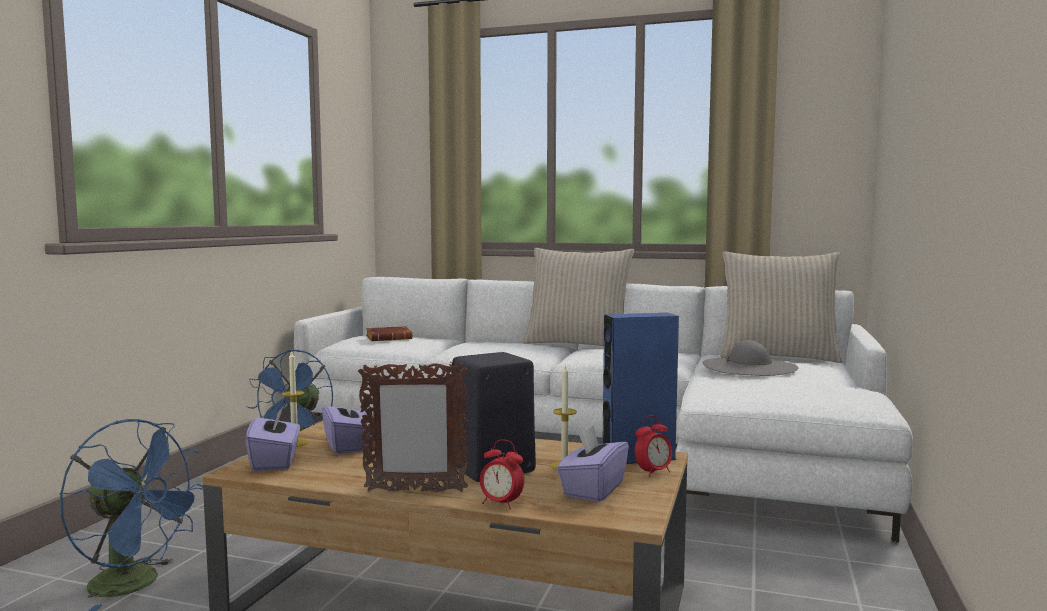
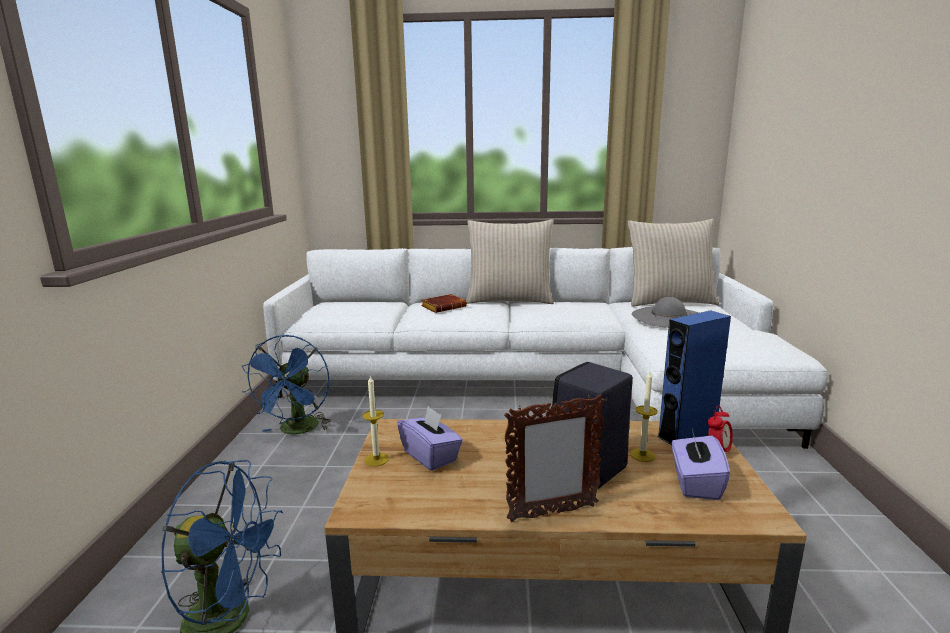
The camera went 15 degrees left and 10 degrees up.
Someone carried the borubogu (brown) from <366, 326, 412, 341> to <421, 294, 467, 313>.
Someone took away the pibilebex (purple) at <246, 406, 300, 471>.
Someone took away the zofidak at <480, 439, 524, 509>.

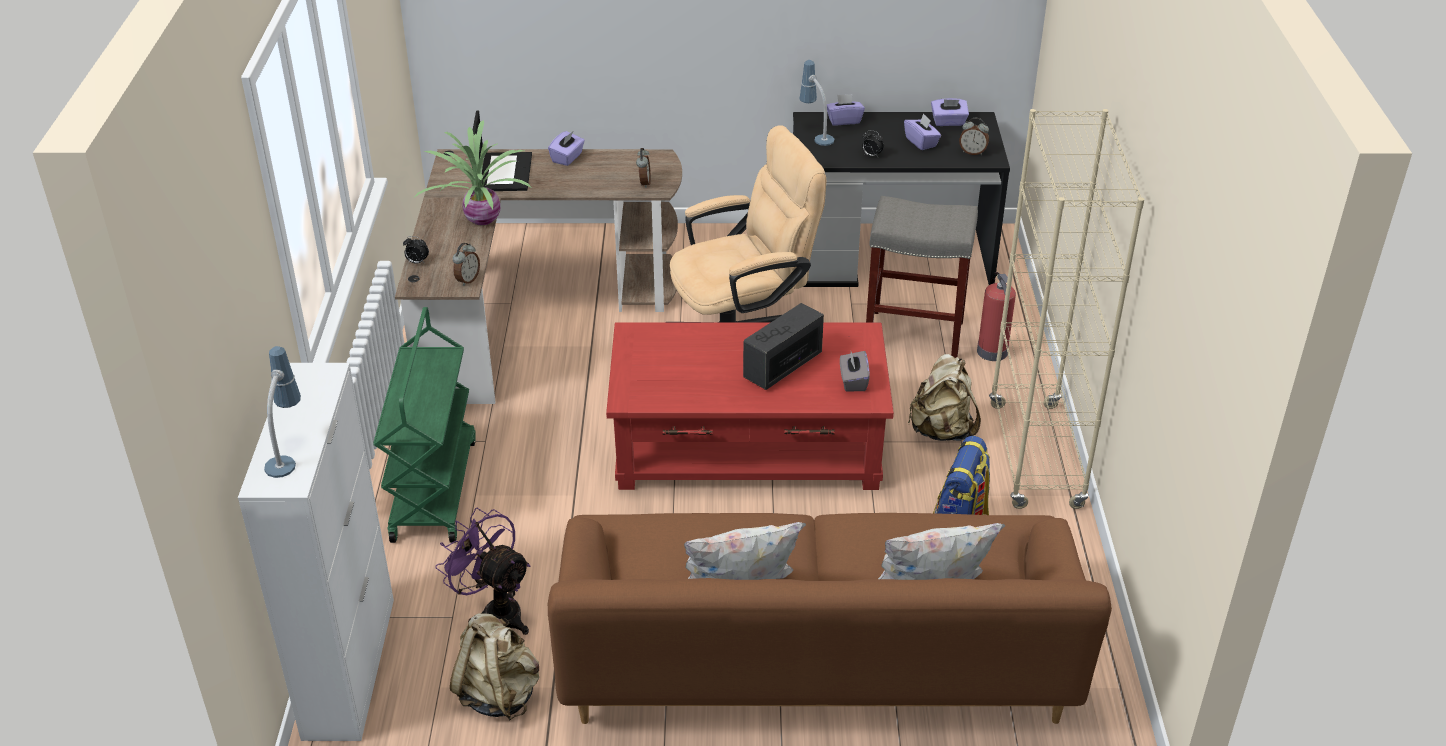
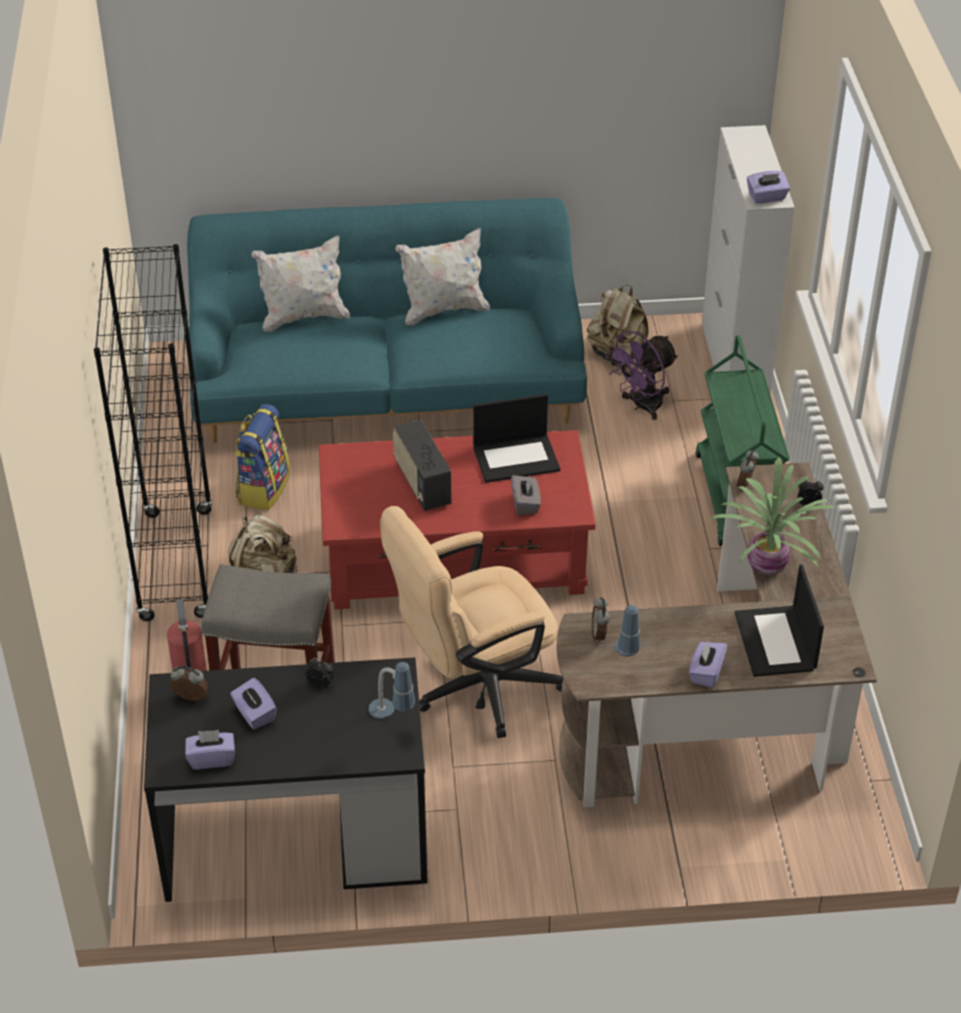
The camera went 175 degrees right and 5 degrees up.
Someone carried the pibilebex (purple) from <827, 94, 865, 125> to <747, 171, 790, 204>.
Someone repainted the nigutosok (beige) at <989, 109, 1144, 509>, which became the nigutosok (black) at <94, 244, 213, 621>.
Someone rotated the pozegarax at <743, 303, 824, 390> by 120 degrees clockwise.
Someone carried the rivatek from <264, 346, 301, 478> to <614, 605, 640, 656>.
Someone carried the pibilebex (grey) from <840, 351, 870, 391> to <511, 475, 541, 515>.
Someone rotated the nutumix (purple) at <436, 508, 530, 635> by 105 degrees clockwise.
Someone repainted the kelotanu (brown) at <548, 513, 1112, 724>, which became the kelotanu (turquoise) at <187, 198, 587, 443>.
Someone put down the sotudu at <473, 394, 560, 483>.

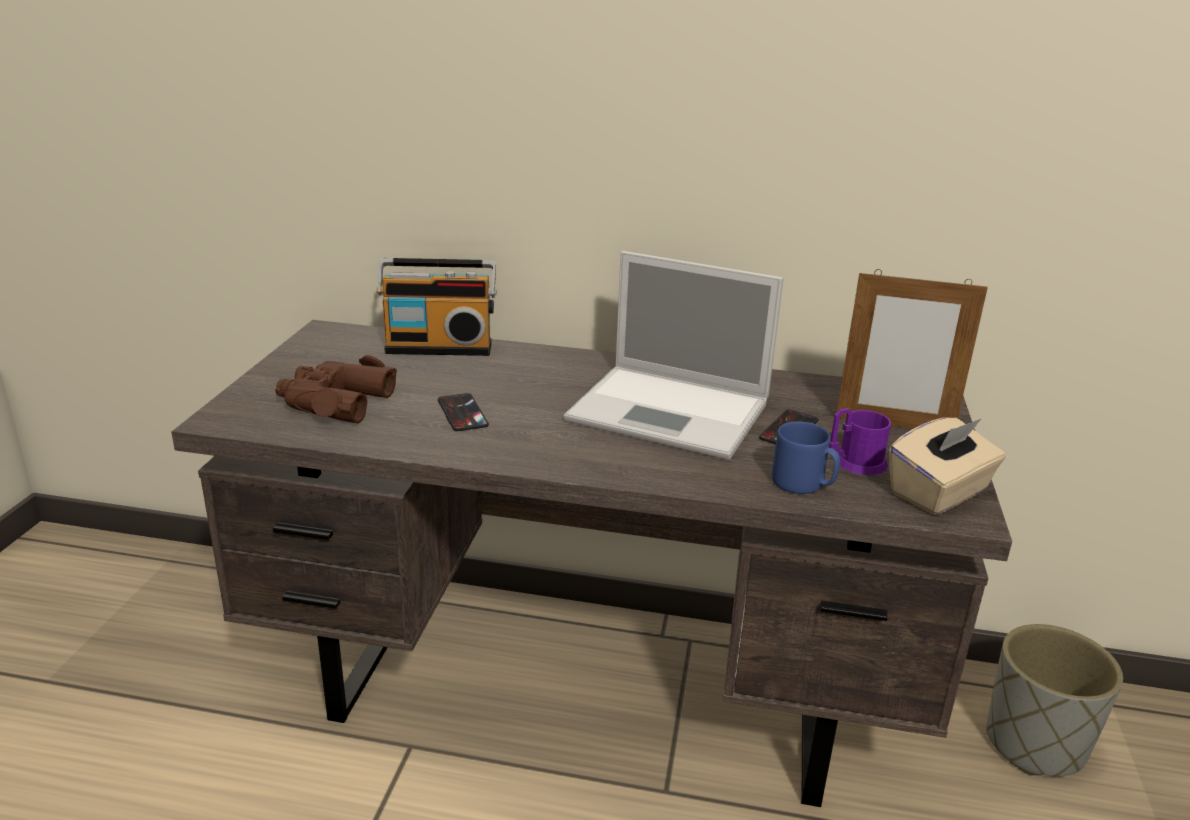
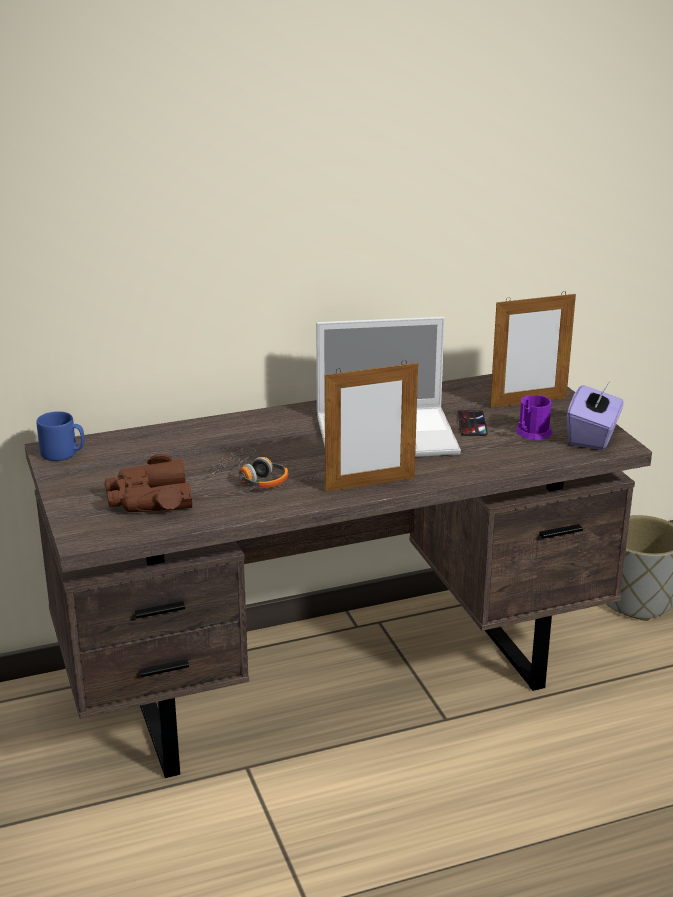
The camera went 30 degrees left and 0 degrees up.
Someone took away the pozegarax at <377, 258, 496, 356>.
Someone swapped the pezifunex at <438, 393, 489, 431> for the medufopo at <212, 447, 288, 488>.
Someone repainted the pibilebex (beige) at <889, 417, 1006, 515>, which became the pibilebex (purple) at <567, 381, 624, 450>.
Someone carried the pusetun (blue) from <772, 421, 840, 494> to <36, 411, 85, 461>.
Someone put down the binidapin at <325, 360, 418, 492>.

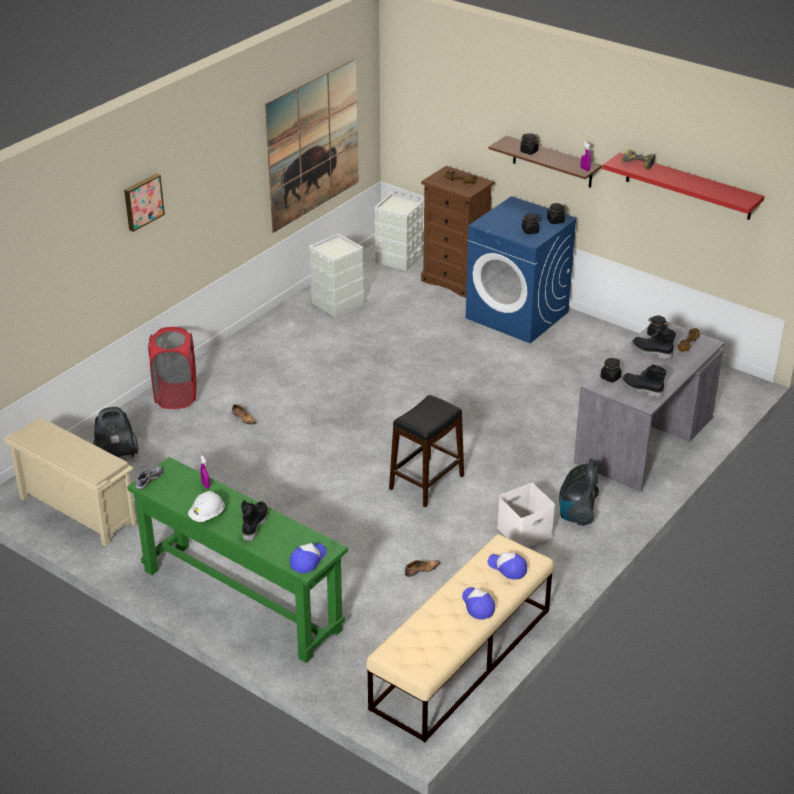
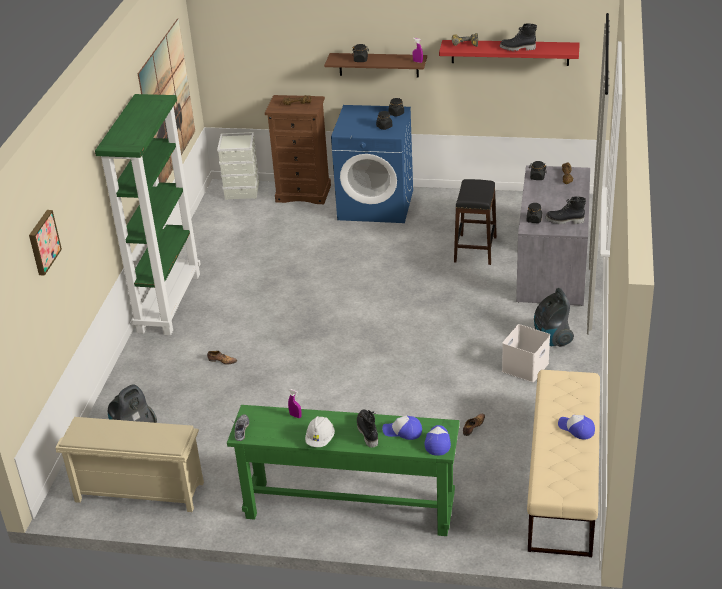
The camera went 25 degrees left and 0 degrees up.
Someone carried the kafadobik from <124, 173, 165, 232> to <29, 210, 62, 276>.
Someone took away the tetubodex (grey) at <309, 233, 364, 318>.
Someone took away the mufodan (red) at <148, 327, 197, 409>.
Someone carried the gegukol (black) from <632, 327, 676, 360> to <500, 24, 537, 51>.
Someone carried the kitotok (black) from <389, 395, 464, 507> to <454, 179, 497, 265>.
Someone carried the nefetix from <488, 552, 527, 580> to <382, 415, 422, 440>.
Someone put down the nigutosok (green) at <95, 94, 201, 335>.

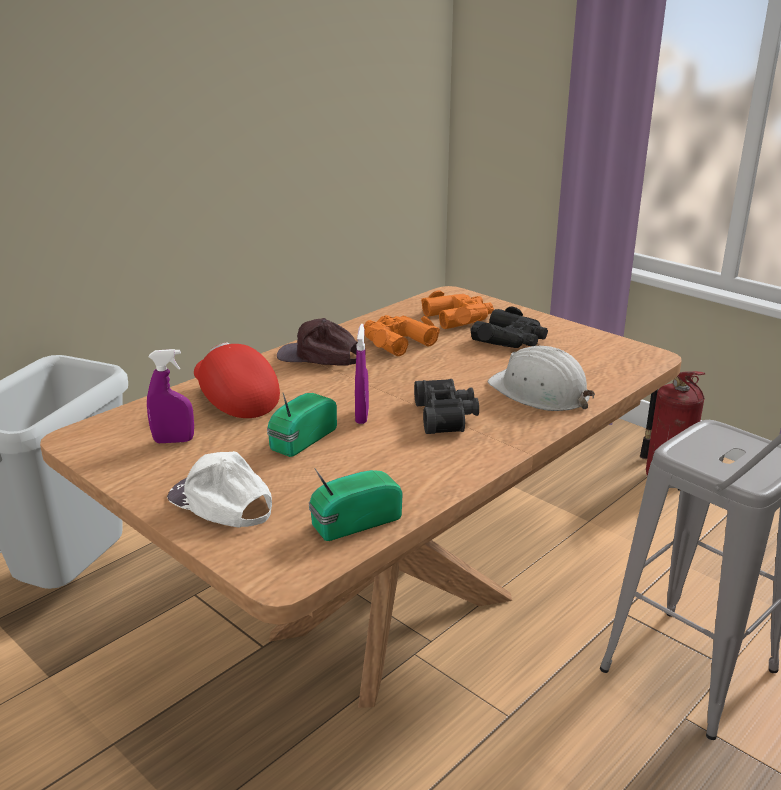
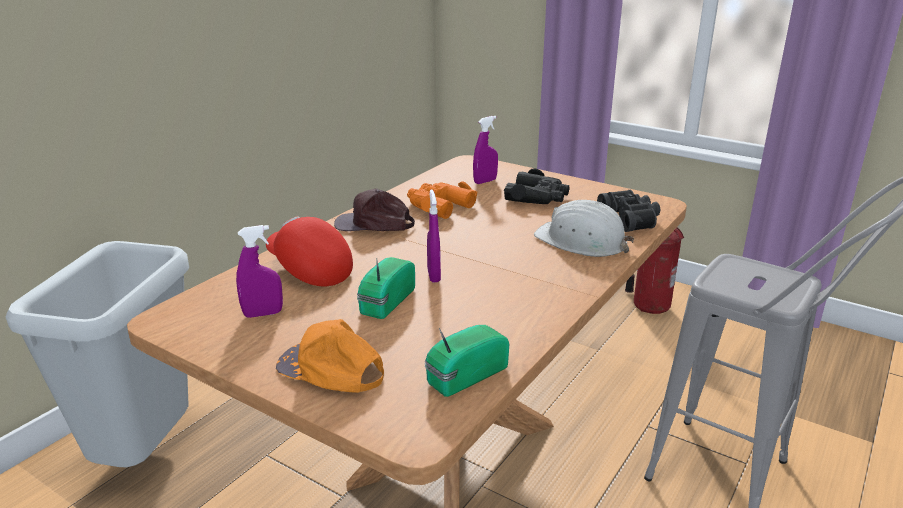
The camera went 10 degrees left and 0 degrees up.
Someone swapped the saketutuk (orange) at <421, 290, 494, 329> for the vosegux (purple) at <473, 116, 498, 184>.
Someone carried the saketutuk (black) from <414, 379, 479, 434> to <597, 190, 660, 232>.
Someone repainted the nefetix (white) at <167, 451, 272, 528>, which became the nefetix (orange) at <276, 319, 384, 393>.

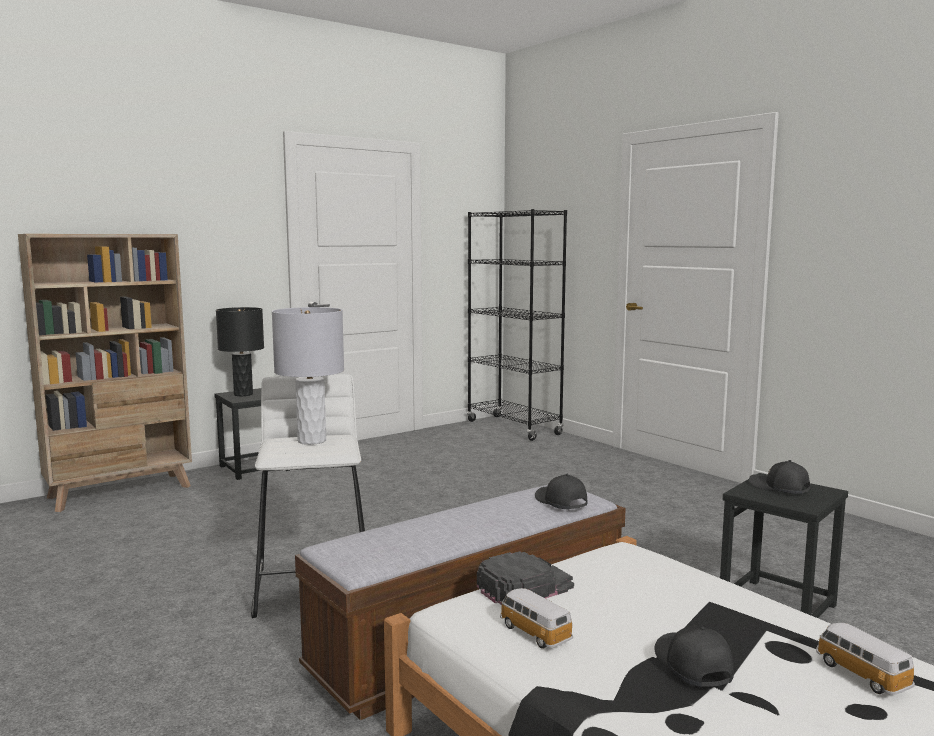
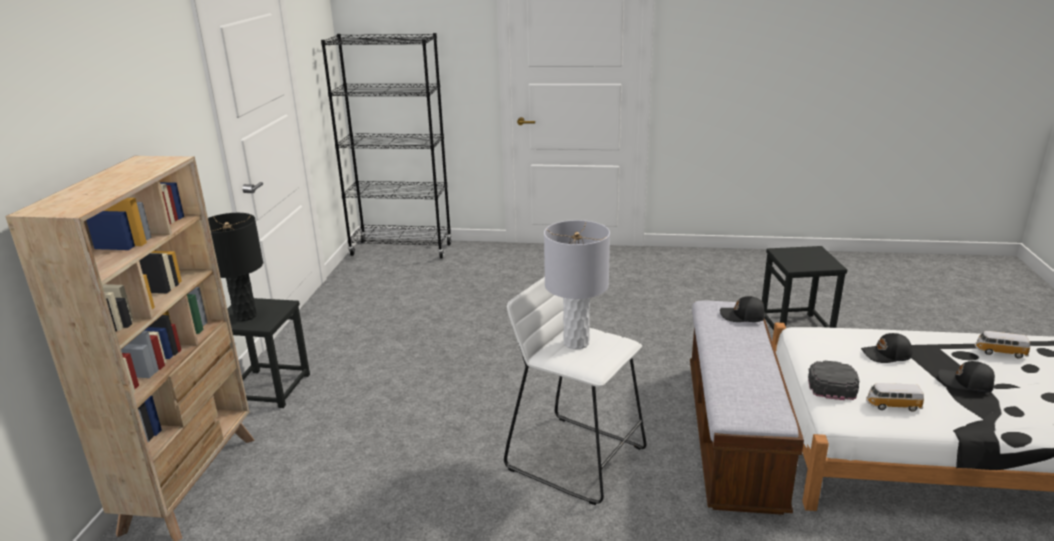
The camera went 45 degrees left and 15 degrees up.
Someone carried the nefetix (black) from <749, 460, 810, 494> to <861, 333, 912, 363>.

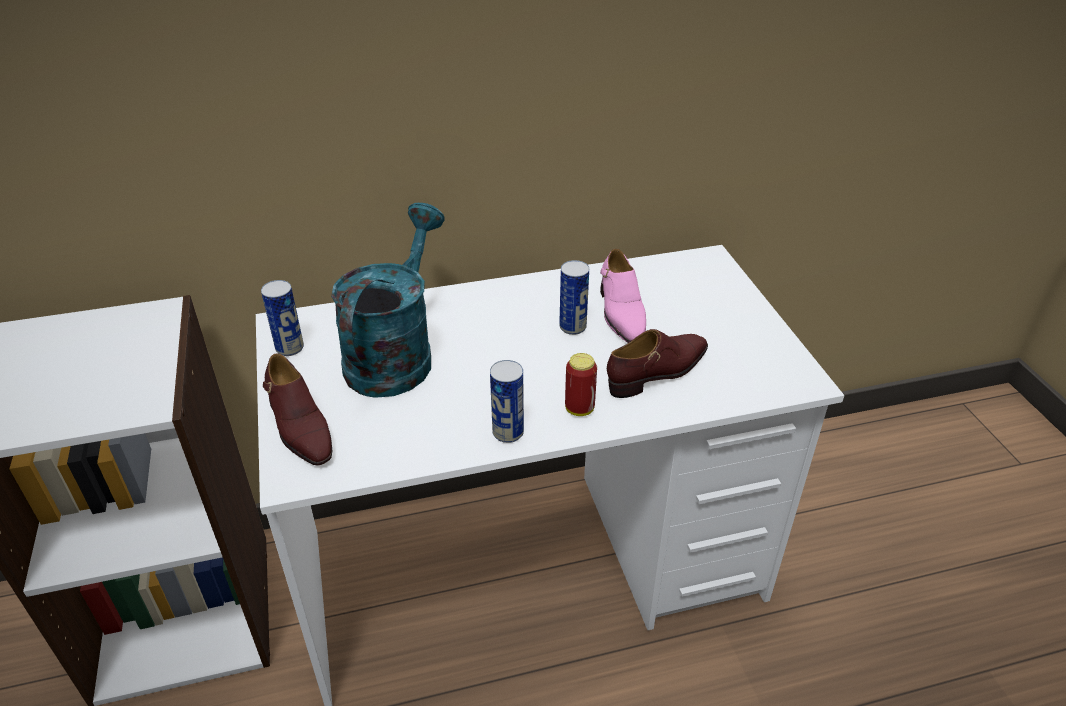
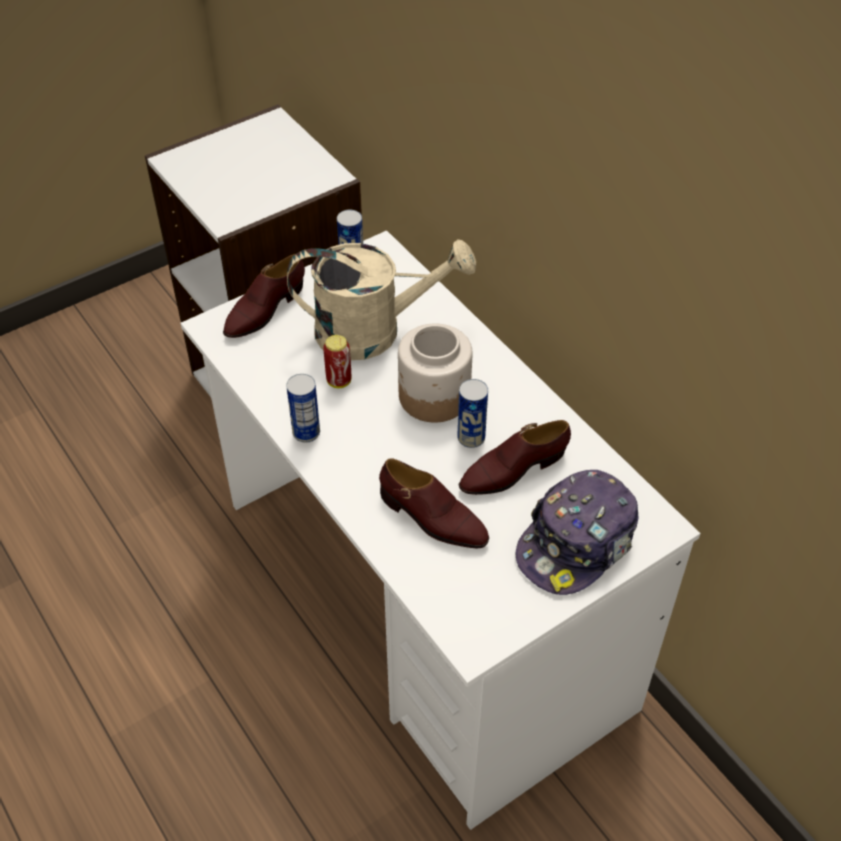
The camera went 70 degrees right and 10 degrees up.
Someone repainted the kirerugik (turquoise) at <331, 203, 445, 398>, which became the kirerugik (beige) at <287, 239, 476, 360>.
Someone repainted the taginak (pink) at <600, 249, 646, 343>, which became the taginak (brown) at <459, 420, 571, 495>.
Someone carried the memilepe from <565, 353, 597, 416> to <323, 335, 351, 388>.
Someone put down the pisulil at <398, 323, 472, 423>.
Someone put down the nefetix at <516, 470, 639, 595>.

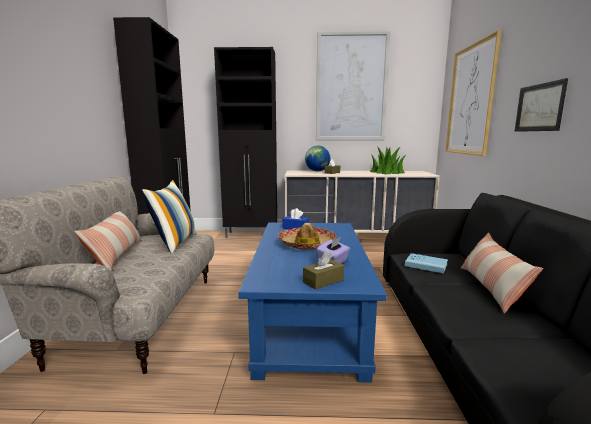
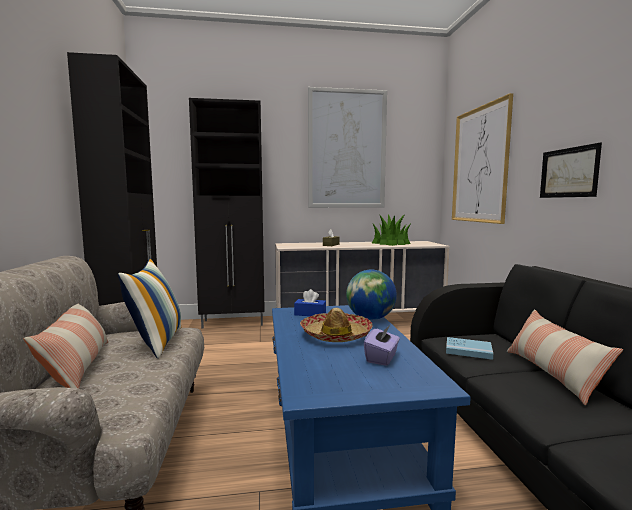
The camera went 10 degrees left and 5 degrees down.
Someone carried the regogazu from <305, 146, 330, 171> to <346, 270, 397, 320>.
Someone took away the pibilebex (brown) at <303, 251, 344, 290>.

